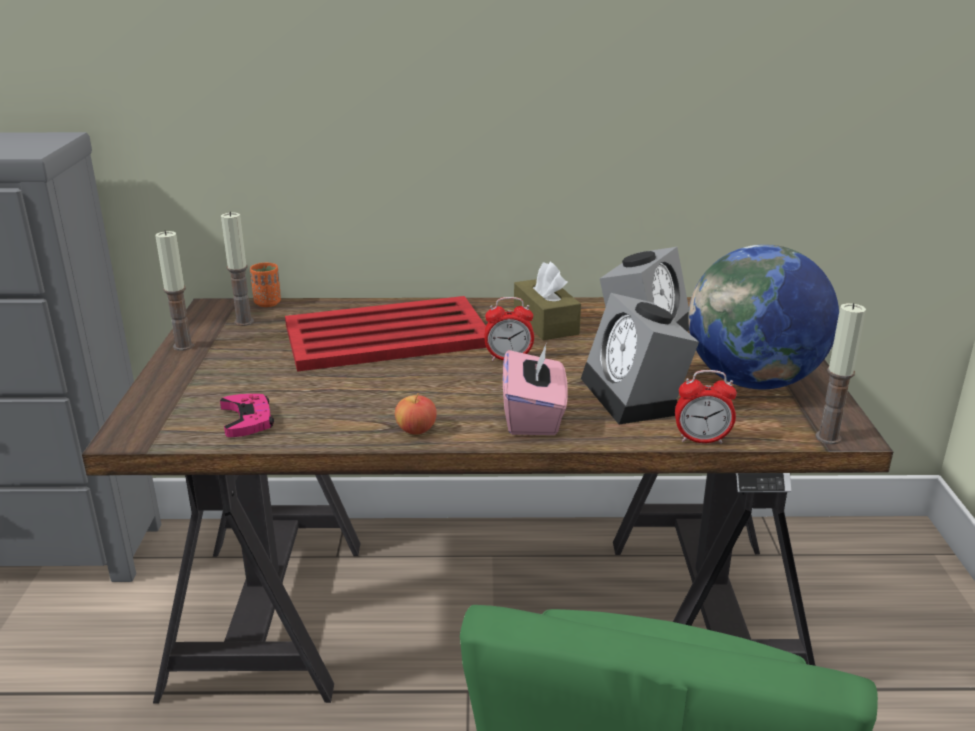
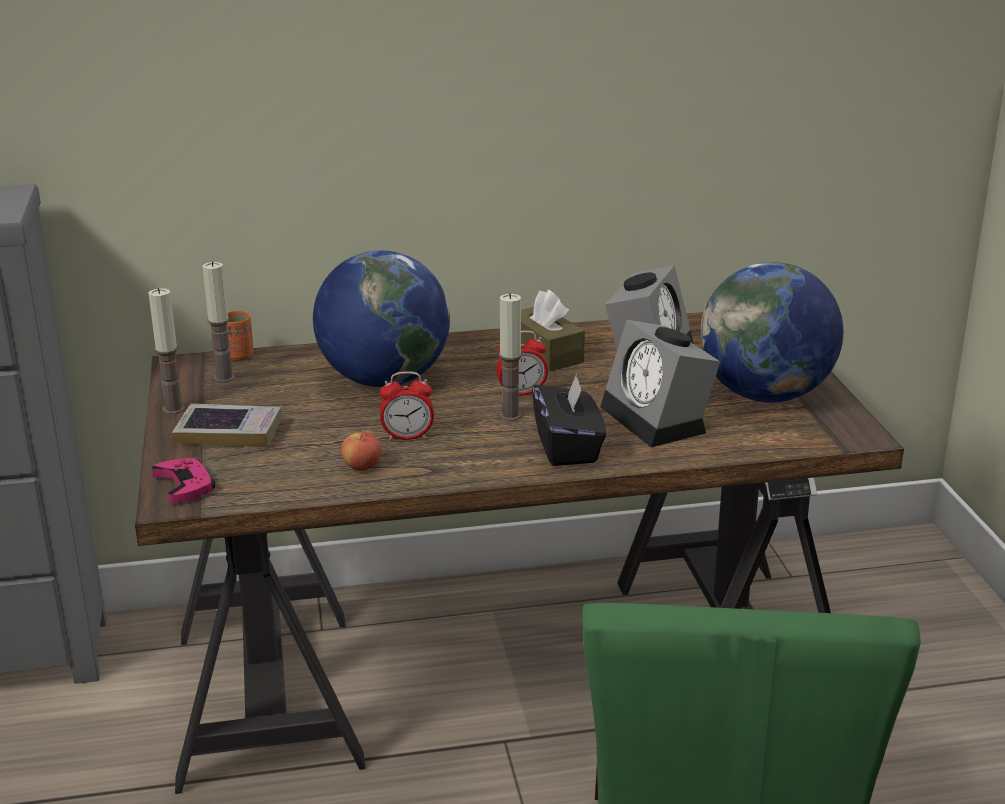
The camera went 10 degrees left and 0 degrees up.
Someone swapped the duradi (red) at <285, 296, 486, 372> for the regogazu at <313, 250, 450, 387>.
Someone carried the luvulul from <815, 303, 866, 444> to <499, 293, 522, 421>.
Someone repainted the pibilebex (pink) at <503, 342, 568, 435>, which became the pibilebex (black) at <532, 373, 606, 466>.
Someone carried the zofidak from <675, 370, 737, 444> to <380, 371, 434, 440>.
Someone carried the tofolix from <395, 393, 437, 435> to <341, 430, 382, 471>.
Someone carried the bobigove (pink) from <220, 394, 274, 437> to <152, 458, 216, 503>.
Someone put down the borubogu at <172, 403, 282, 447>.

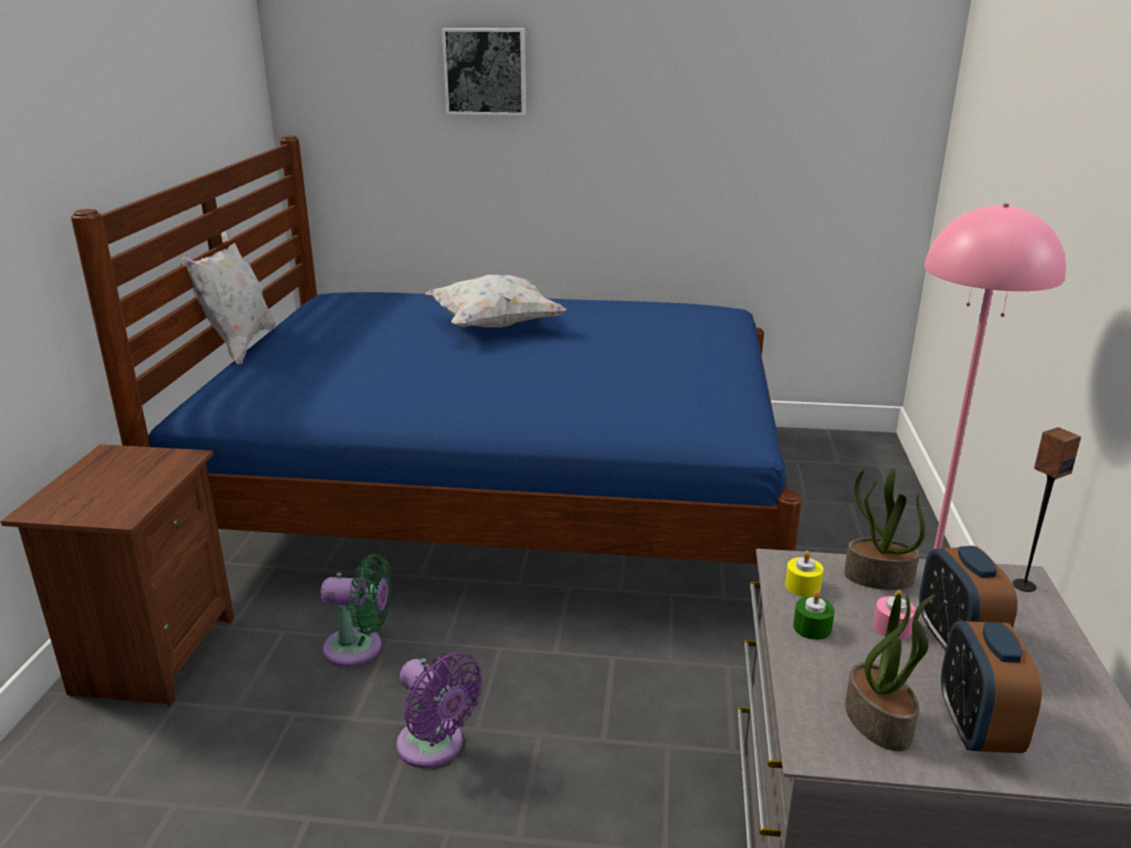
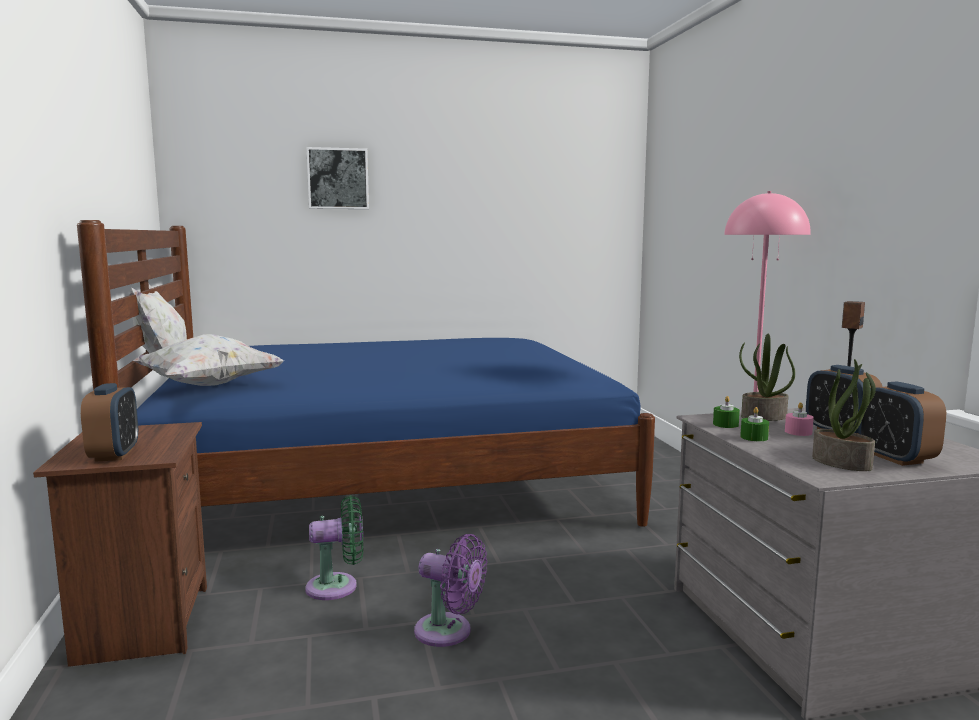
The camera went 20 degrees left and 15 degrees down.
Someone carried the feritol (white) from <425, 275, 566, 327> to <133, 334, 284, 386>.
Someone repainted the luvulul (yellow) at <785, 550, 824, 597>, which became the luvulul (green) at <713, 396, 740, 428>.
Someone put down the zofidak at <81, 383, 138, 462>.

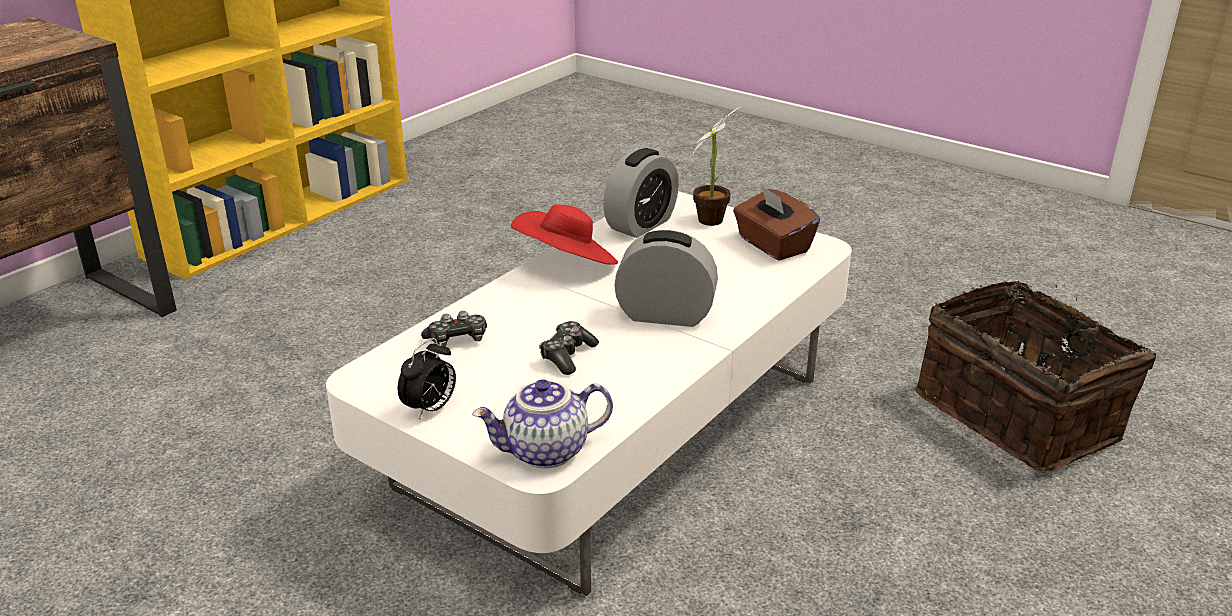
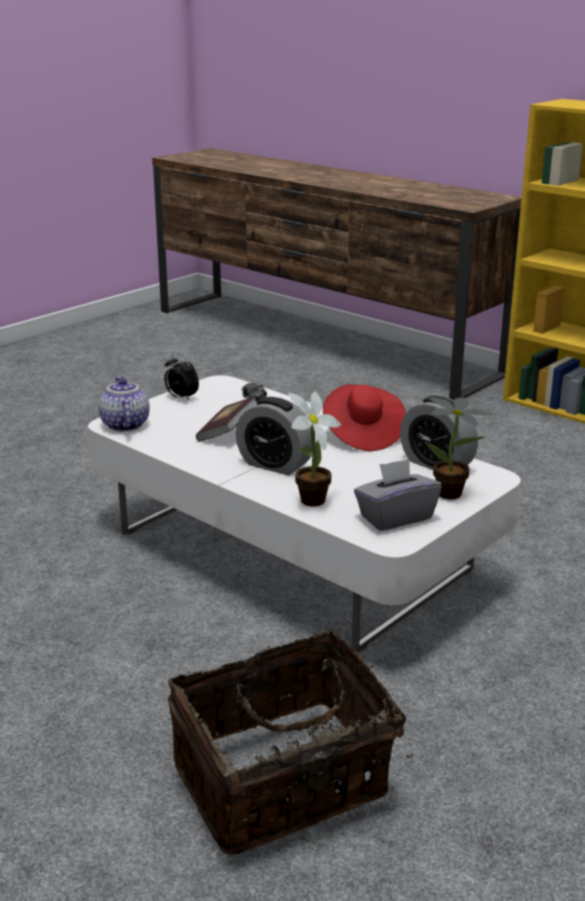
The camera went 95 degrees right and 5 degrees down.
Someone repainted the pibilebex (brown) at <733, 185, 820, 261>, which became the pibilebex (grey) at <354, 459, 442, 531>.
Someone rotated the zofidak at <614, 230, 718, 327> by 105 degrees clockwise.
Someone swapped the bobigove at <539, 321, 599, 375> for the borubogu at <196, 396, 257, 442>.
Someone put down the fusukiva at <288, 391, 341, 507>.

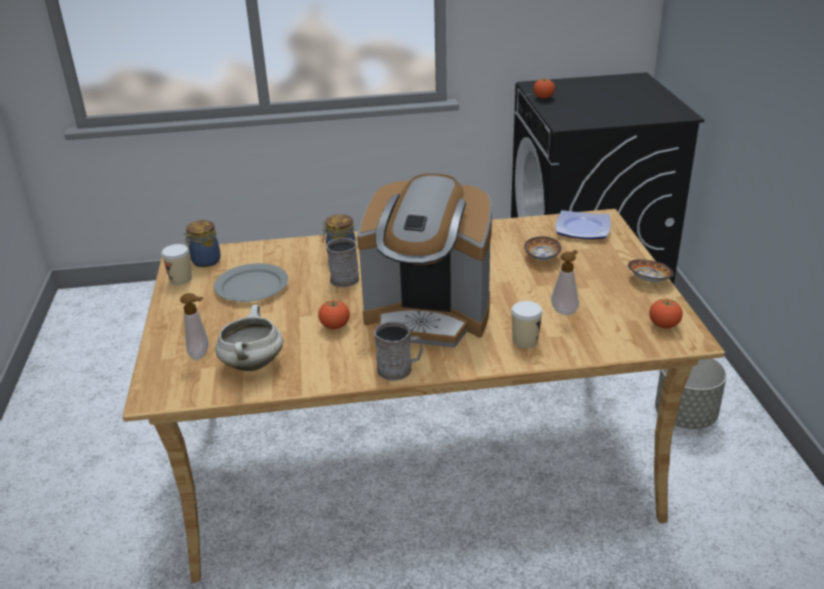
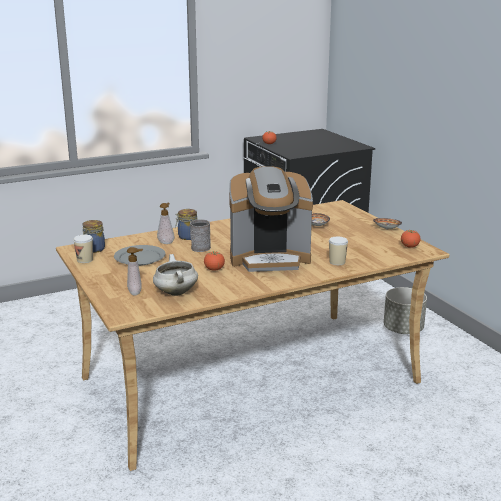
The camera went 20 degrees left and 10 degrees down.
Someone took away the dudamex at <556, 210, 611, 239>.
Someone carried the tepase from <551, 250, 579, 315> to <157, 203, 175, 244>.
Someone took away the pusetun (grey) at <374, 321, 422, 381>.

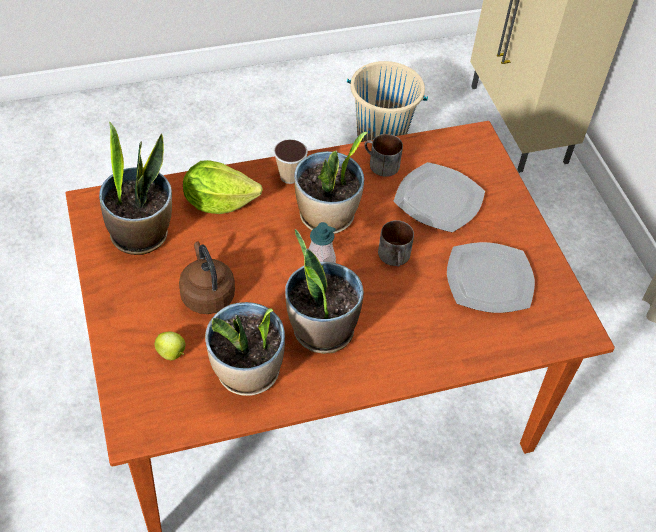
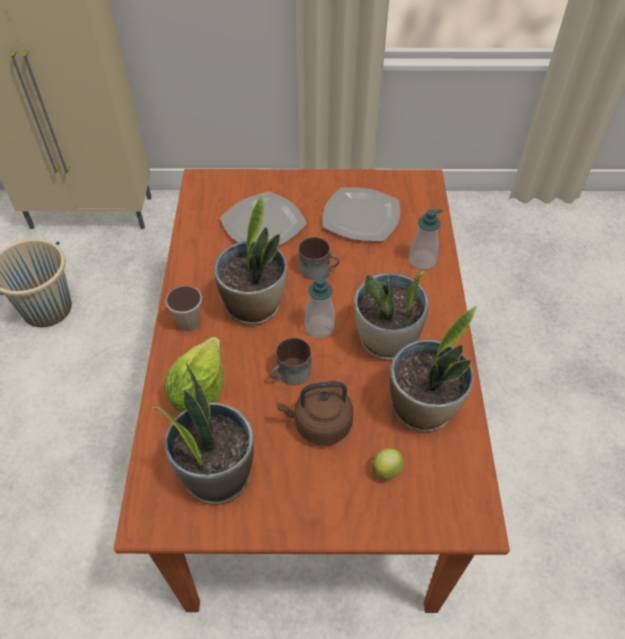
The camera went 70 degrees left and 0 degrees up.
Someone carried the pusetun from <364, 134, 403, 177> to <270, 338, 311, 385>.
Someone put down the tepase at <409, 209, 443, 270>.

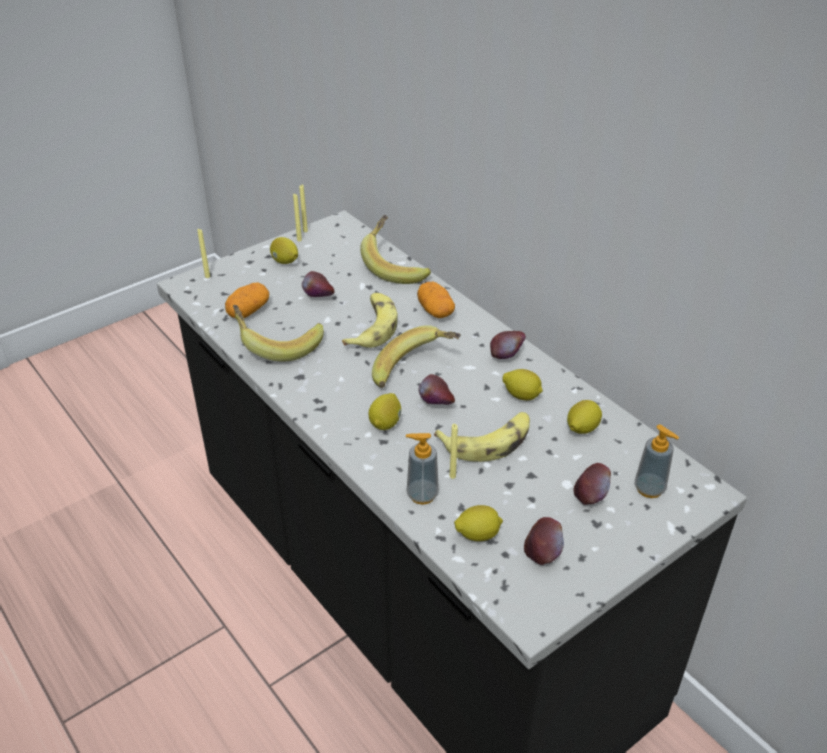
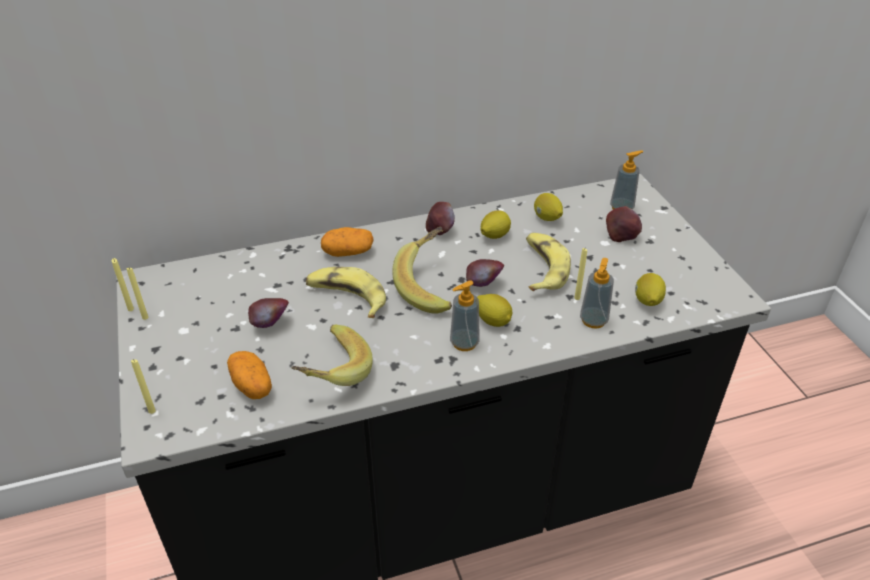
The camera went 70 degrees left and 0 degrees up.
Someone took away the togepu at <360, 215, 431, 284>.
Someone took away the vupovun at <270, 237, 298, 264>.
Someone took away the tofolix at <524, 517, 564, 565>.
Someone put down the tepase at <450, 280, 480, 351>.

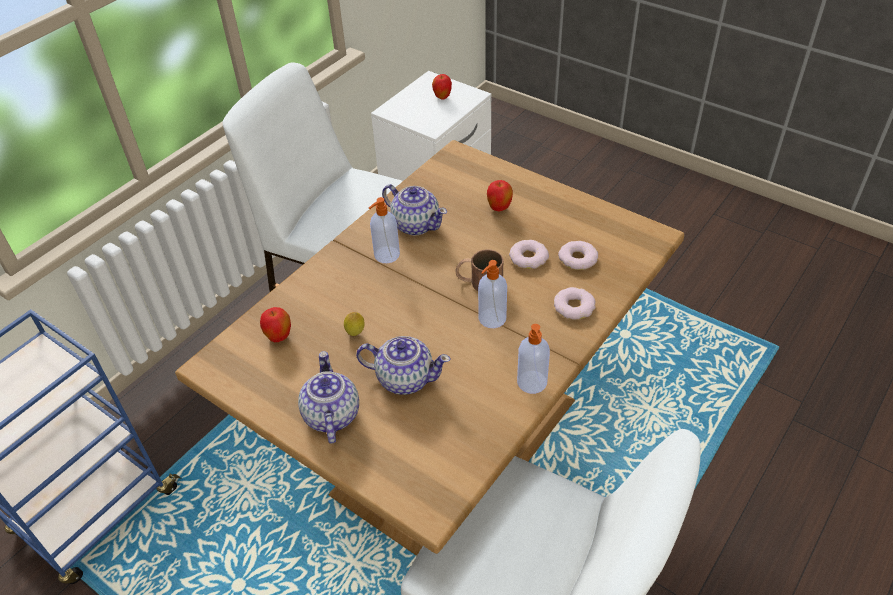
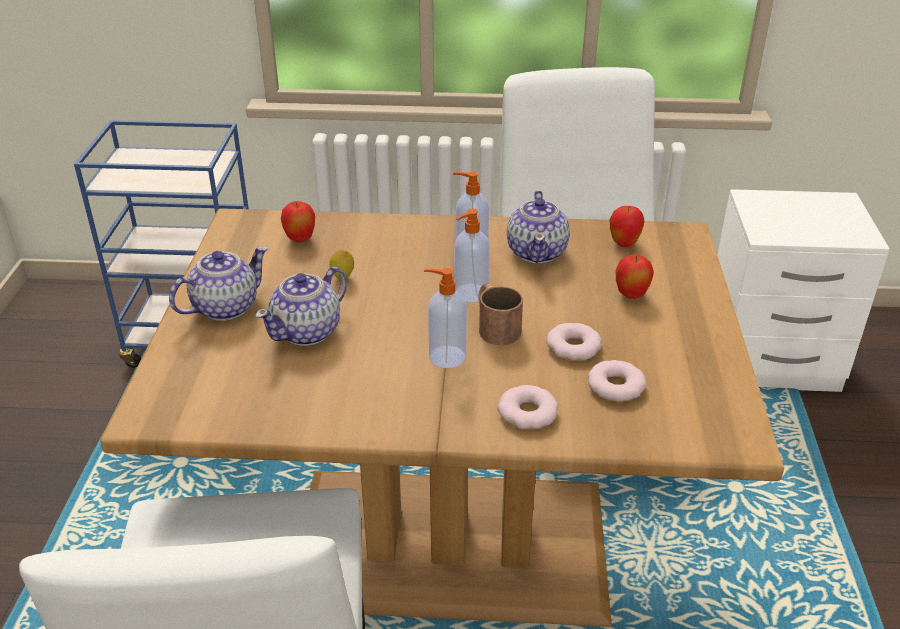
The camera went 55 degrees right and 10 degrees down.
Someone carried the tofolix from <432, 74, 452, 100> to <609, 206, 645, 247>.
Someone carried the tepase from <517, 324, 550, 394> to <454, 209, 490, 302>.
Someone rotated the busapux at <356, 336, 450, 395> by 60 degrees clockwise.

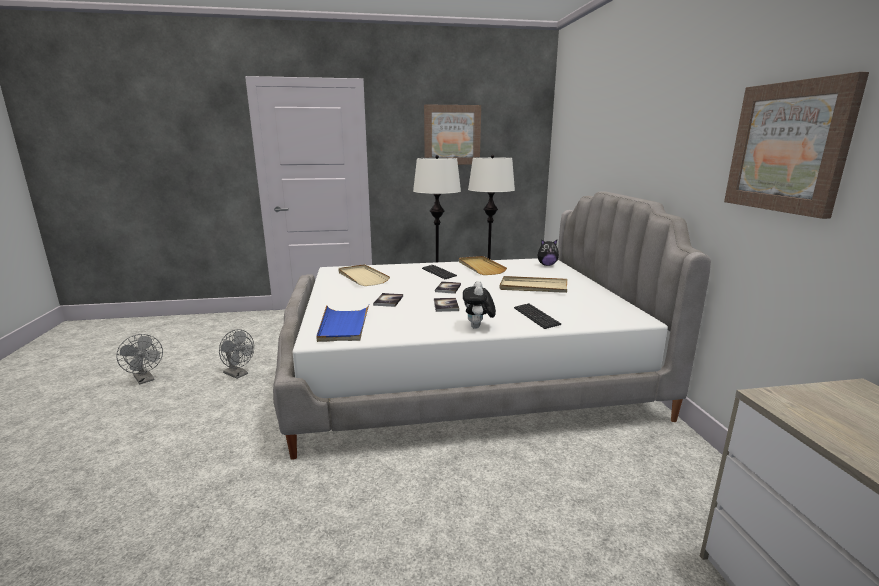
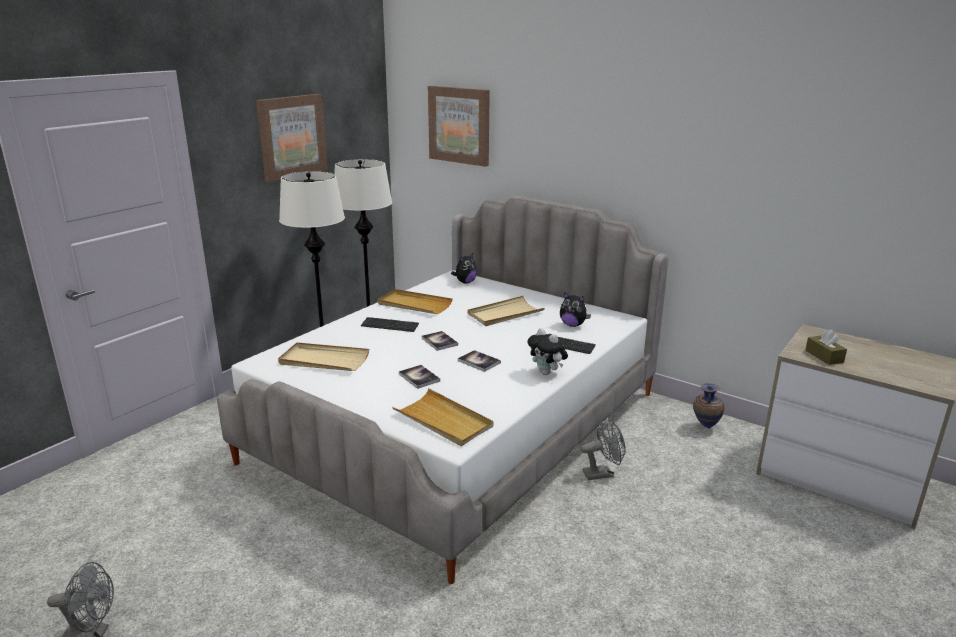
The camera went 45 degrees left and 5 degrees up.
Someone carried the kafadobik from <724, 72, 869, 219> to <428, 86, 490, 167>.
Someone repainted the duradi (blue) at <316, 305, 369, 342>, which became the duradi (beige) at <392, 388, 494, 446>.
Someone carried the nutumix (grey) from <219, 329, 254, 379> to <581, 418, 626, 480>.
Someone put down the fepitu at <560, 292, 591, 327>.
Someone put down the pibilebex (brown) at <805, 329, 847, 365>.
Someone put down the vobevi at <693, 383, 724, 429>.

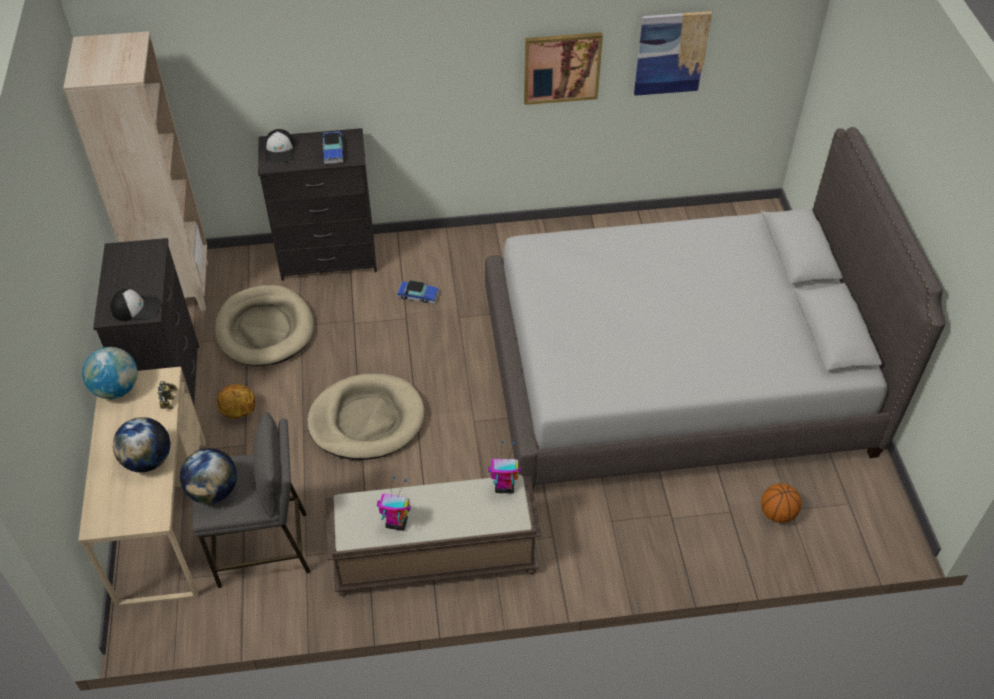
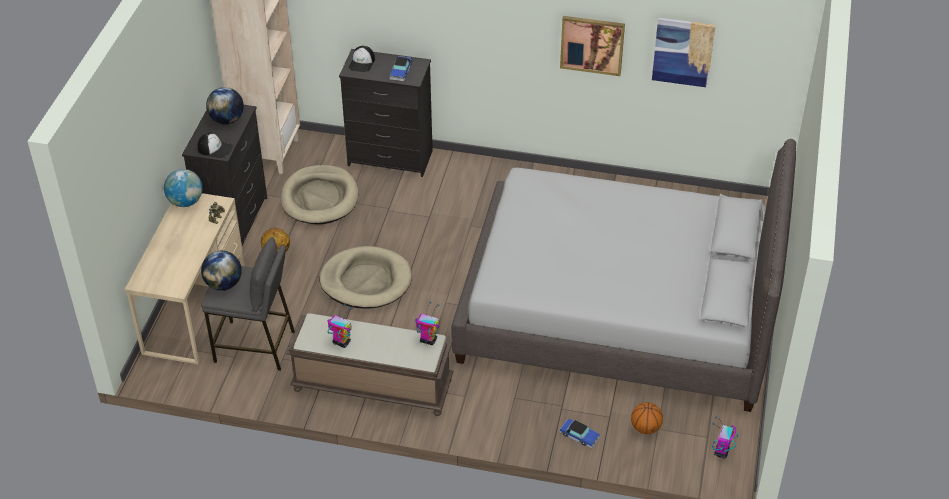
The camera went 20 degrees right and 5 degrees down.
Someone carried the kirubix from <397, 280, 439, 303> to <559, 419, 600, 448>.
Someone carried the regogazu from <113, 417, 170, 472> to <206, 87, 244, 124>.
Someone put down the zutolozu at <712, 416, 738, 458>.

